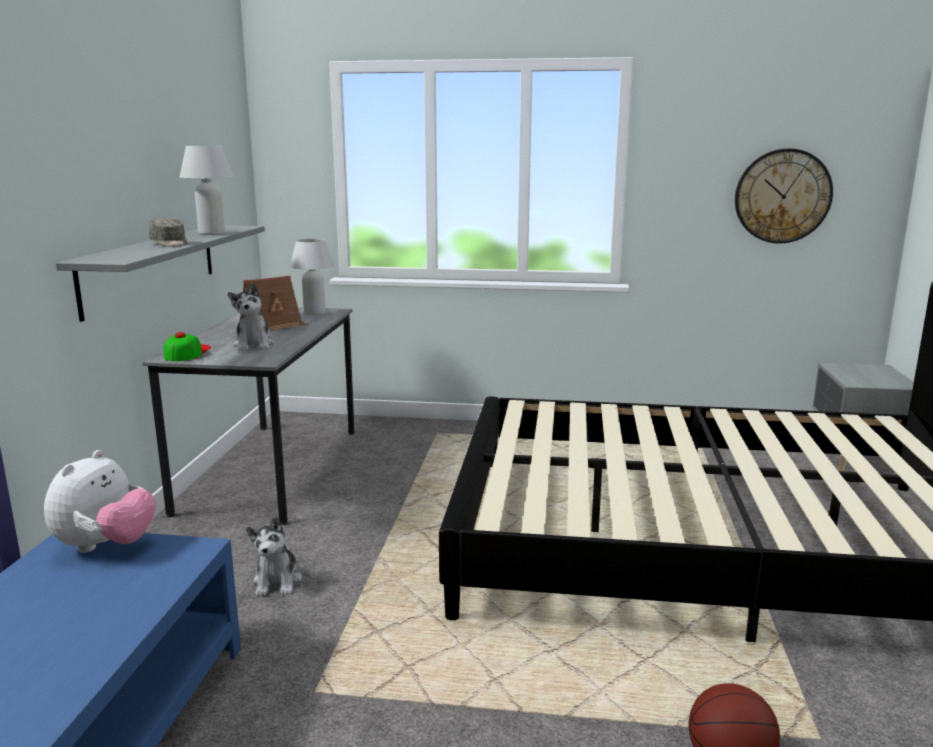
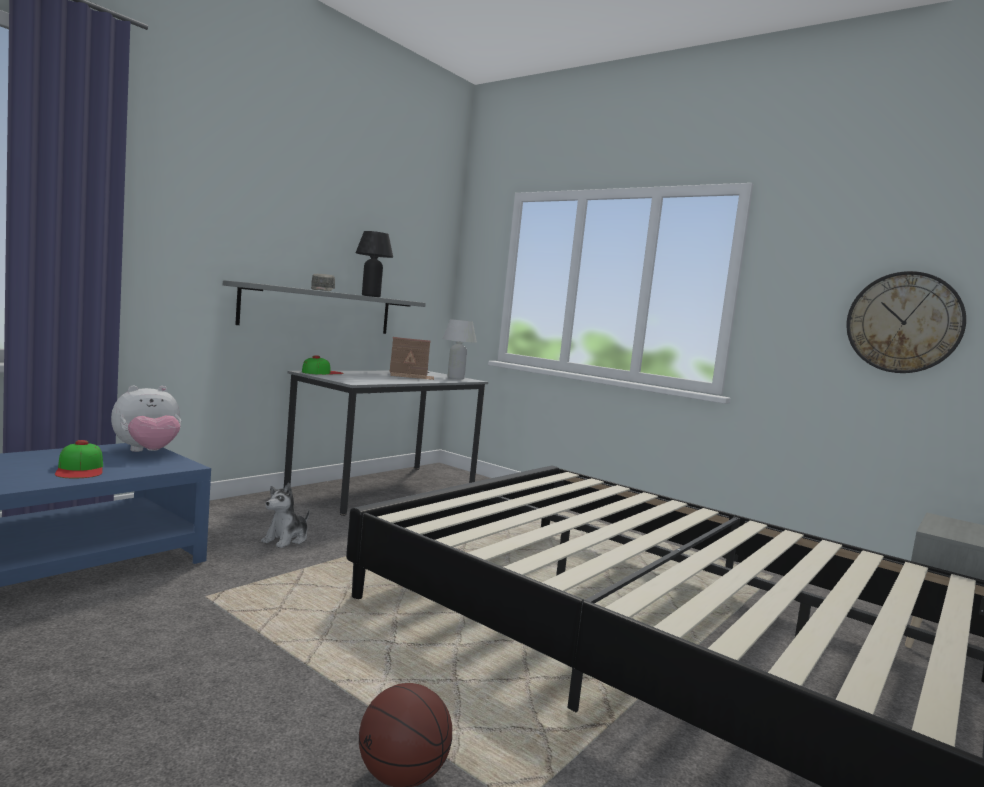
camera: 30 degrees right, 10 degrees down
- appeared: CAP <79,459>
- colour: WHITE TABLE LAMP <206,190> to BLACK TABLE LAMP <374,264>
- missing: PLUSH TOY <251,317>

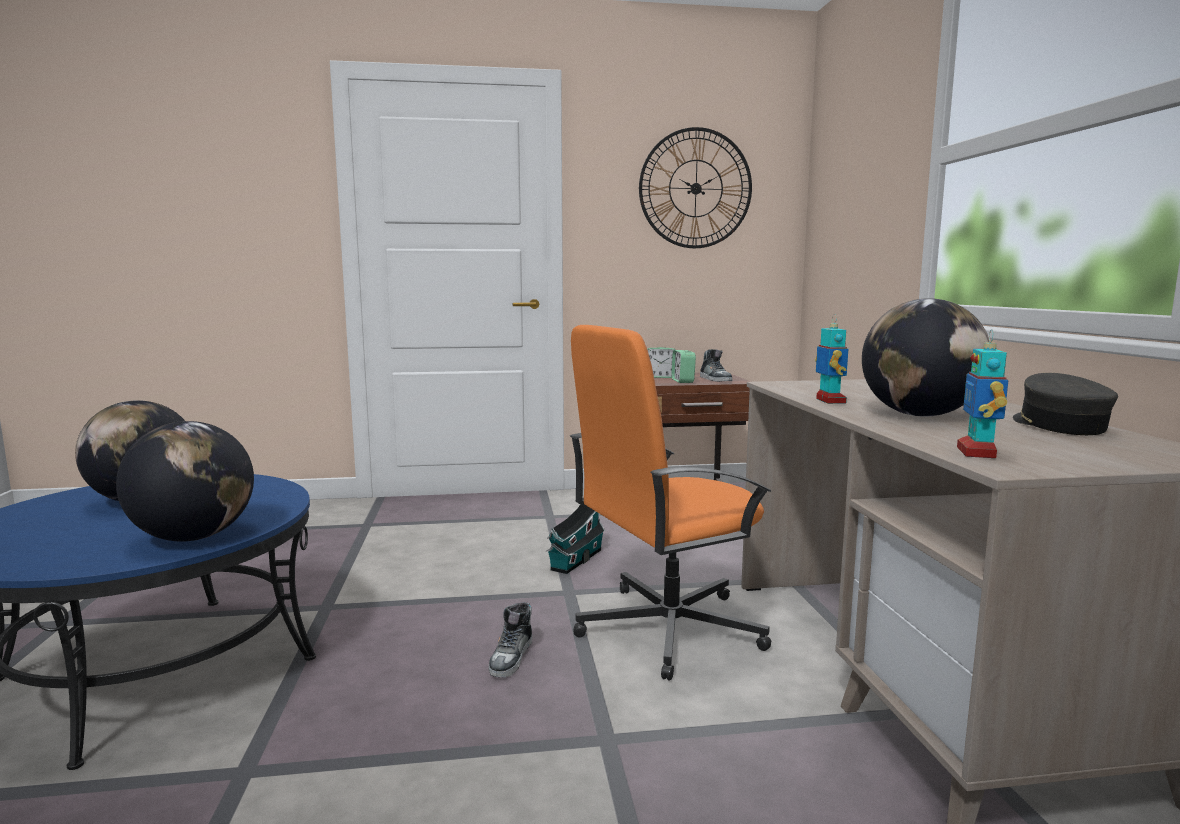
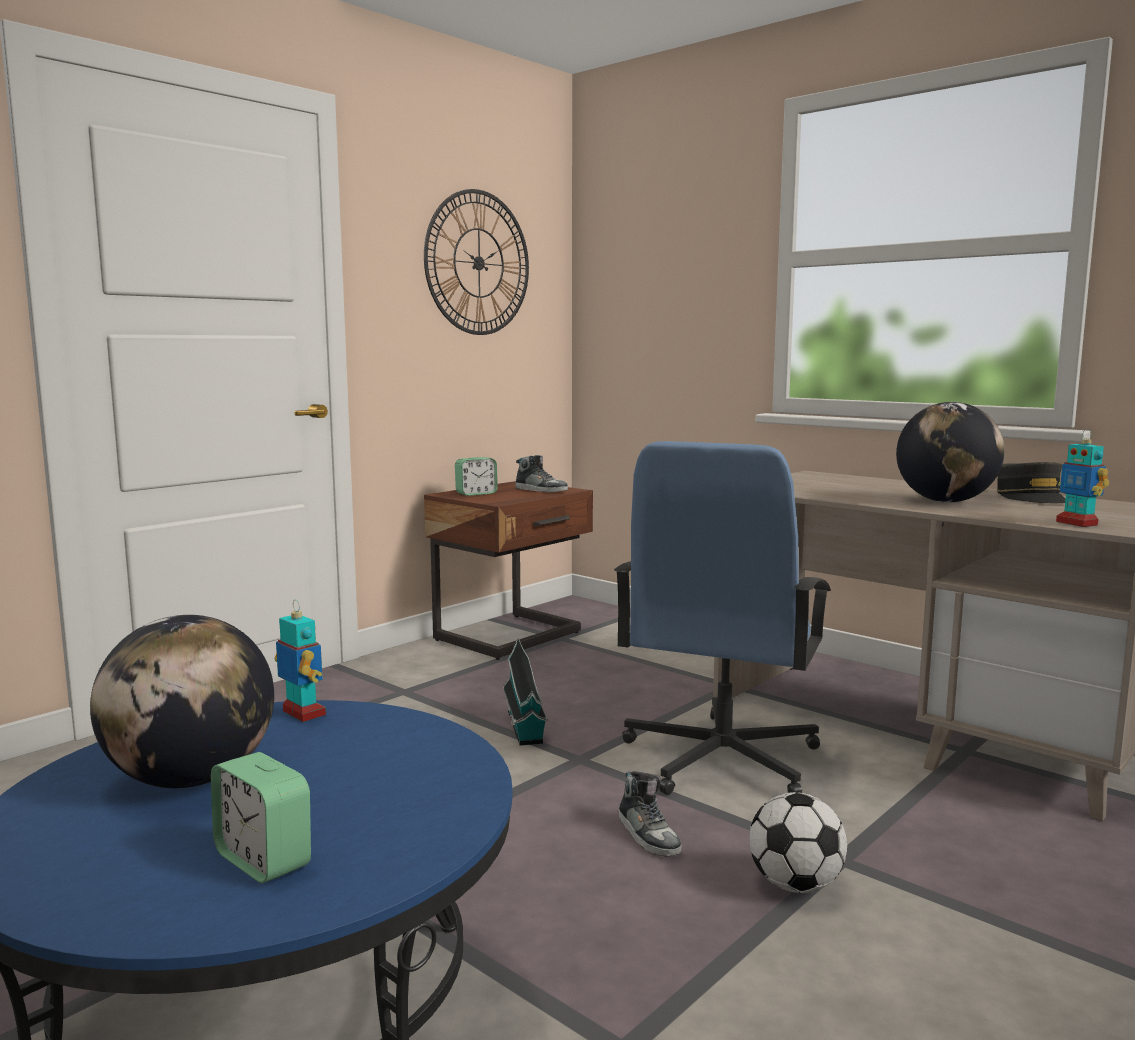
camera: 40 degrees left, 0 degrees up
- relocated: ALARM CLOCK <683,366> to <261,817>
- relocated: TOY ROBOT <831,359> to <300,661>
- colour: ORANGE OFFICE CHAIR <671,503> to BLUE OFFICE CHAIR <722,618>
- appeared: FOOTBALL <798,842>
- spun: GREY CAP <1065,404> = <1031,482> 150 degrees counterclockwise
- missing: GLOBE <185,481>

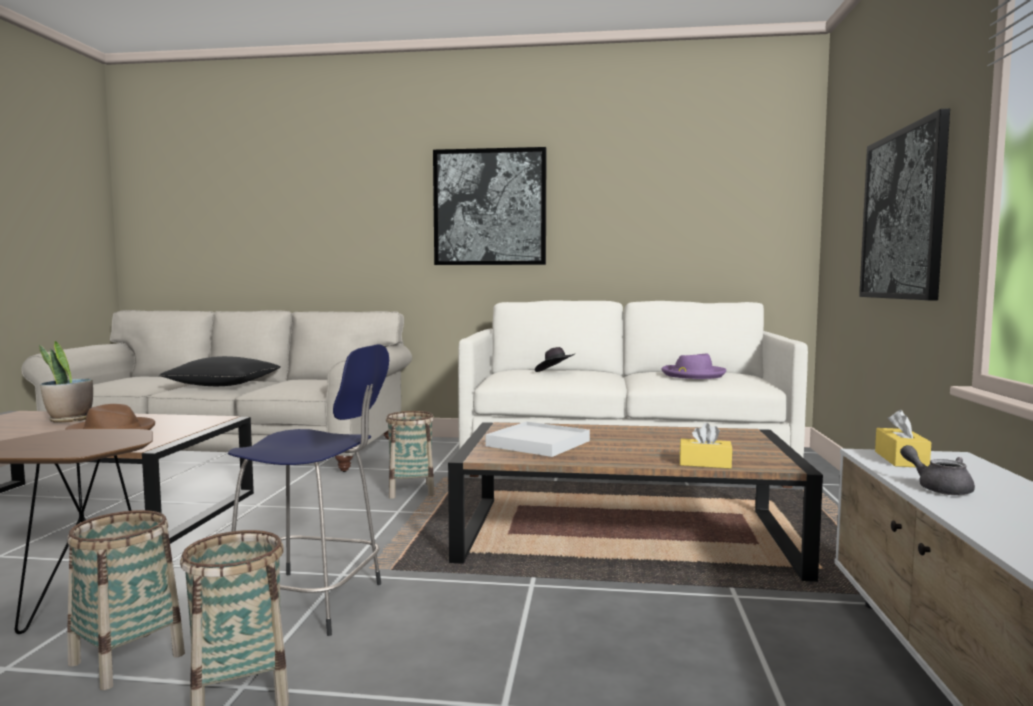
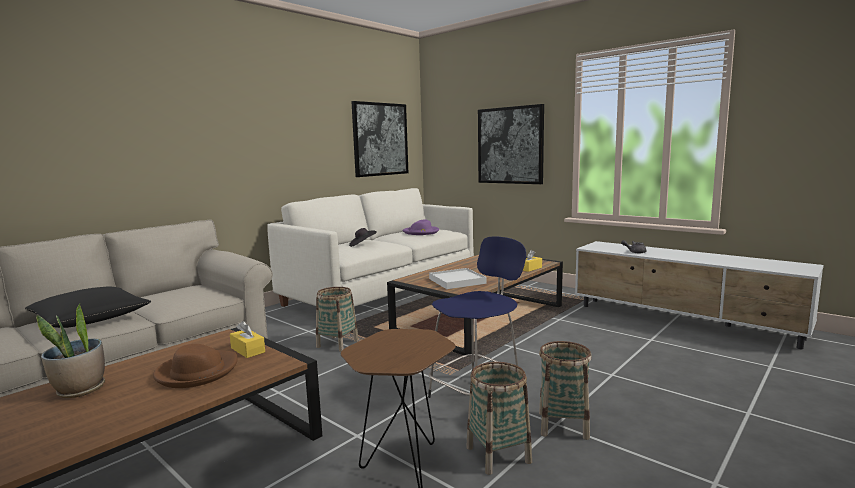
camera: 55 degrees left, 5 degrees up
- relocated: YELLOW TISSUE BOX <903,438> to <247,339>
- relocated: PICTURE <490,206> to <379,139>

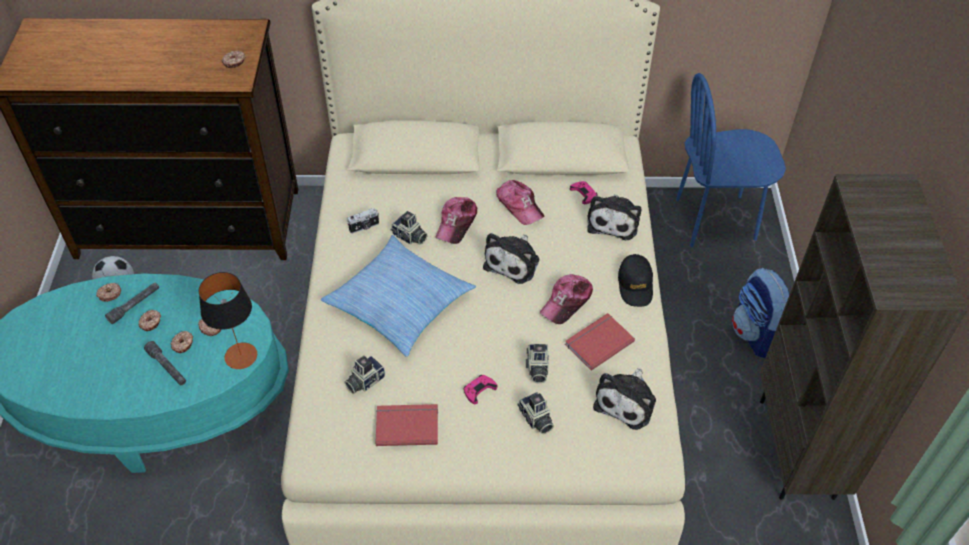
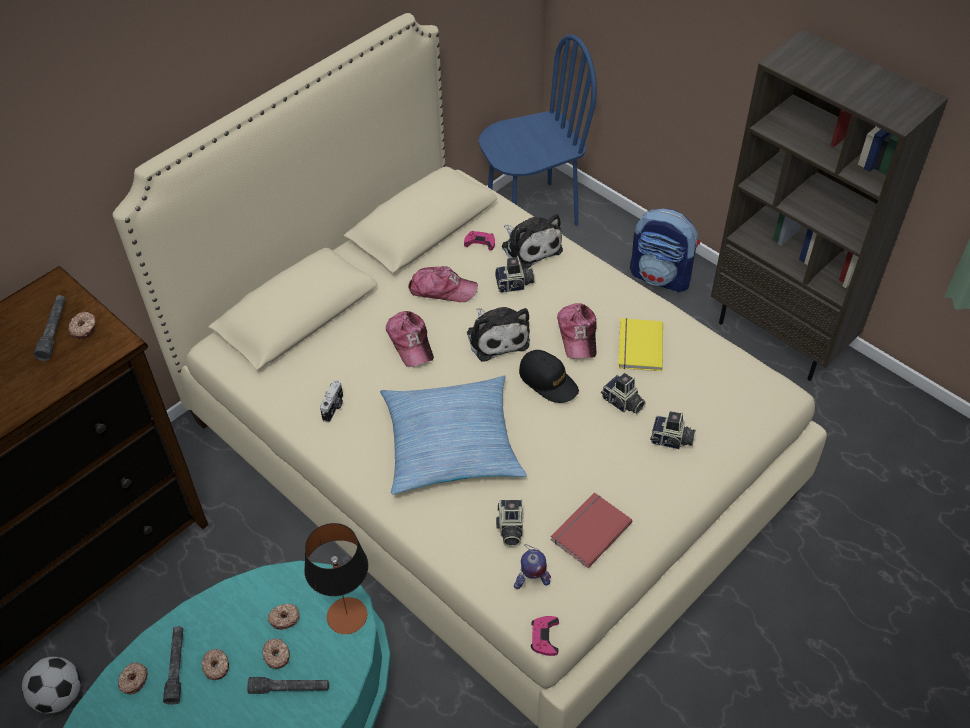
camera: 45 degrees left, 0 degrees up
- appeared: GREY FLASHLIGHT <50,328>
- spun: BLUE CHAIR <731,160> = <537,130> 150 degrees counterclockwise
- relocated: PHOTO CAMERA <408,228> to <515,274>
- appeared: TOY ROBOT <532,567>
- relocated: BLACK CAP <635,280> to <549,376>
- relocated: PINK GAME CONTROLLER <480,389> to <545,636>
- colour: RED BOOK <600,342> to YELLOW BOOK <640,344>
- missing: PLUSH TOY <624,399>

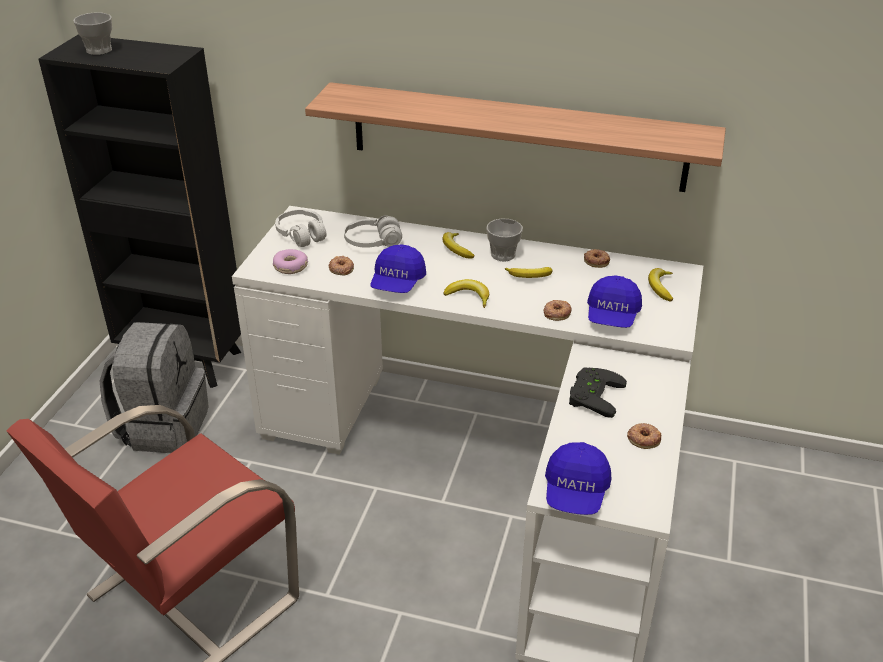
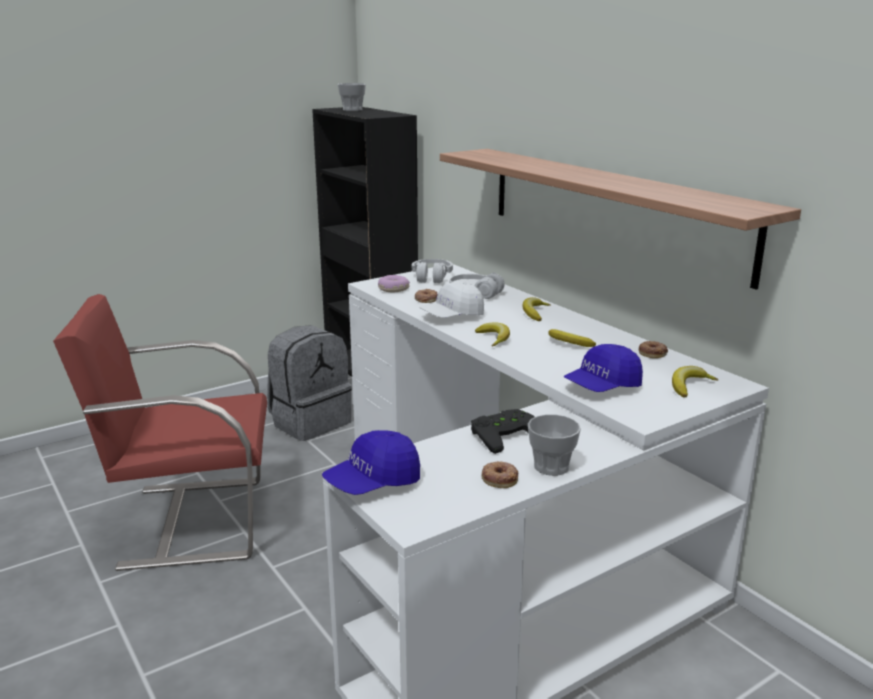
camera: 40 degrees right, 15 degrees down
- colour: BLUE CAP <398,268> to WHITE CAP <451,300>
- relocated: CUP <504,240> to <554,445>
- missing: DONUT <557,310>

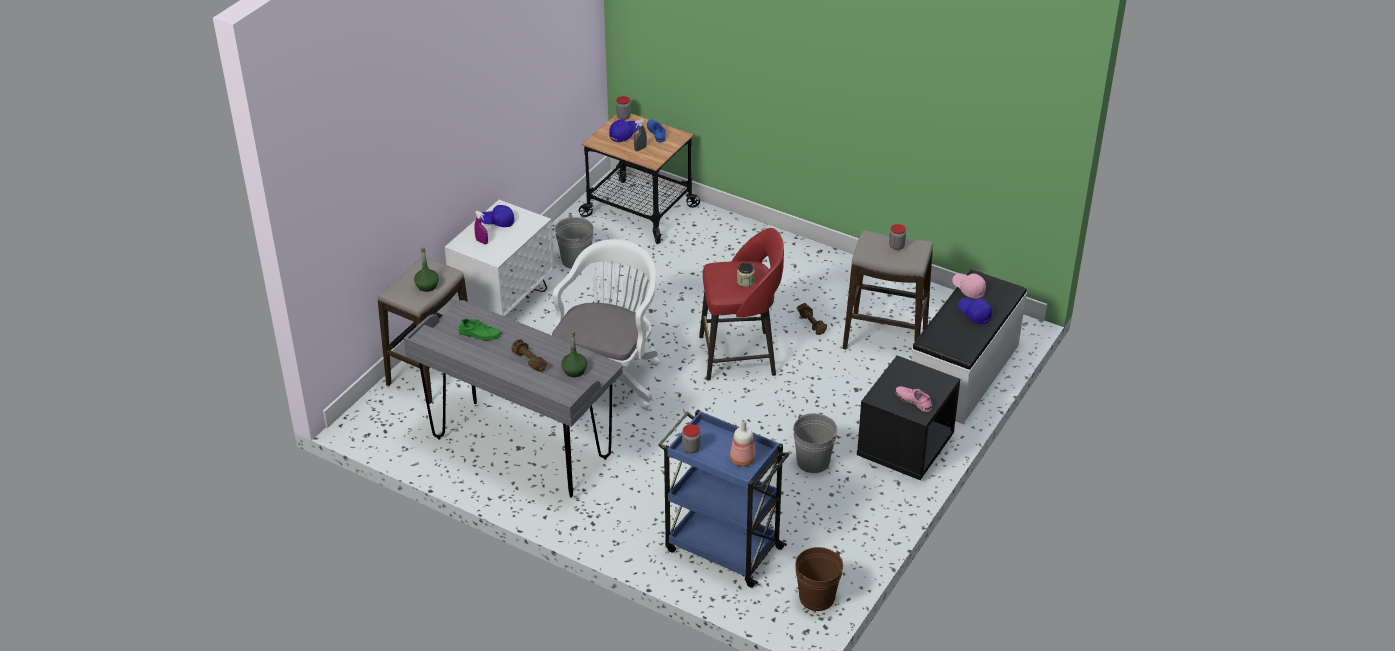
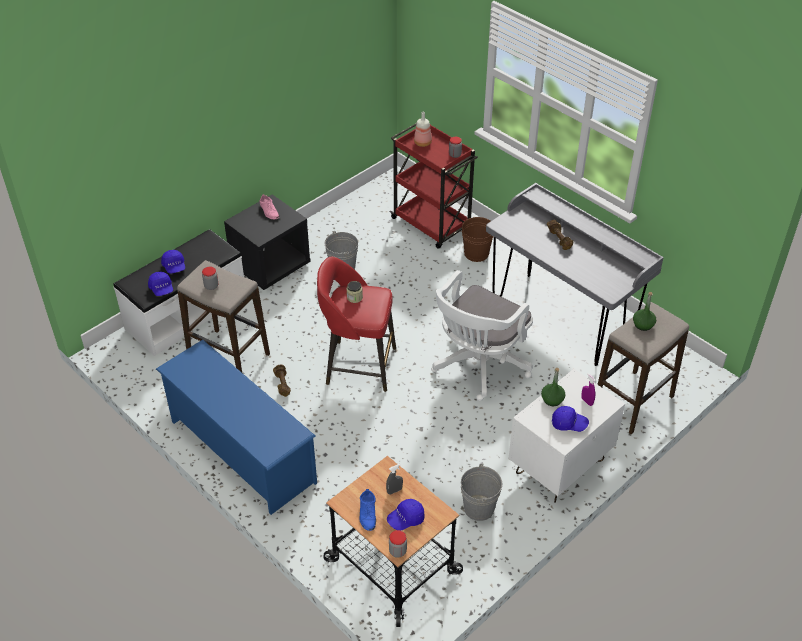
camera: 165 degrees left, 5 degrees up
- colour: PINK CAP <969,286> to BLUE CAP <160,284>
- appeared: BLUE SHOE RACK <236,427>
- colour: BLUE CART <724,499> to RED CART <434,186>
- relocated: BROWN BUCKET <819,579> to <476,239>
- relocated: GREEN BOTTLE <574,354> to <553,387>
- missing: GREEN SHOE <480,329>

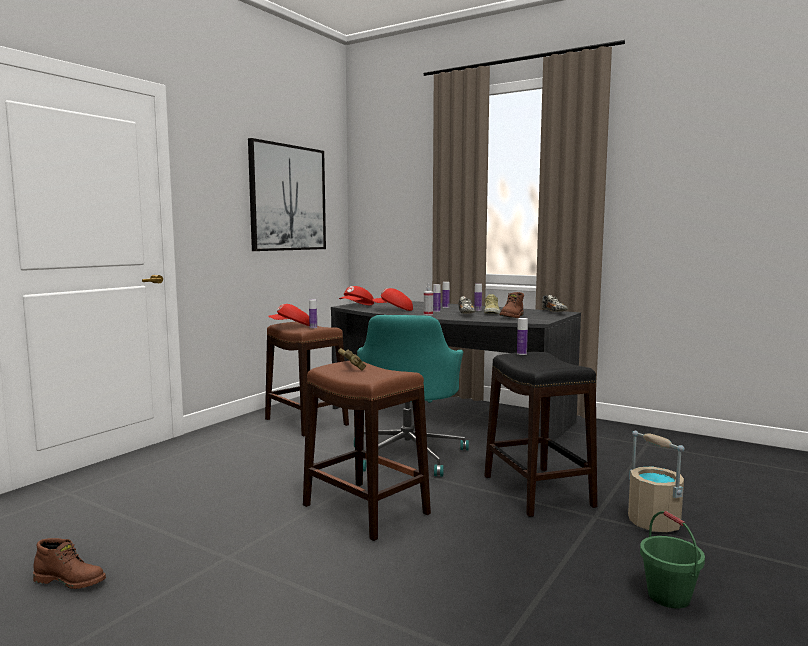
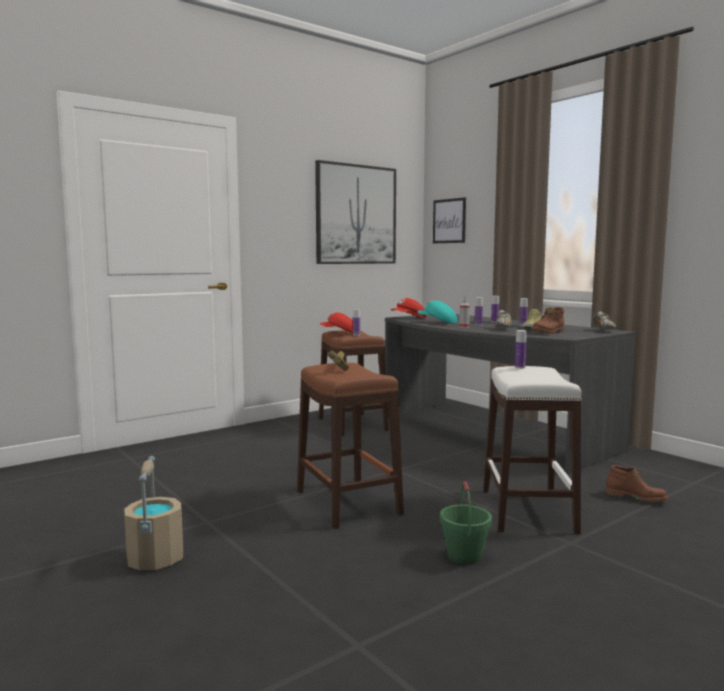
camera: 20 degrees right, 0 degrees up
- relocated: BEIGE BUCKET <656,481> to <153,513>
- colour: RED CAP <392,299> to TURQUOISE CAP <437,312>
- appeared: PICTURE <449,220>
- relocated: GREEN BUCKET <672,560> to <466,522>
- colour: BLACK STOOL <540,434> to WHITE STOOL <532,450>
- relocated: BROWN BOOT <69,563> to <637,483>
- missing: TURQUOISE OFFICE CHAIR <411,395>

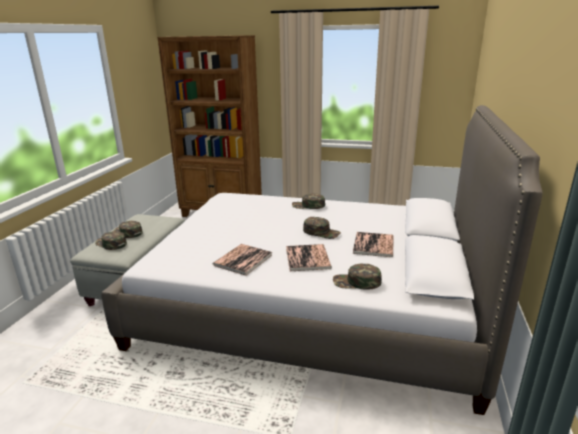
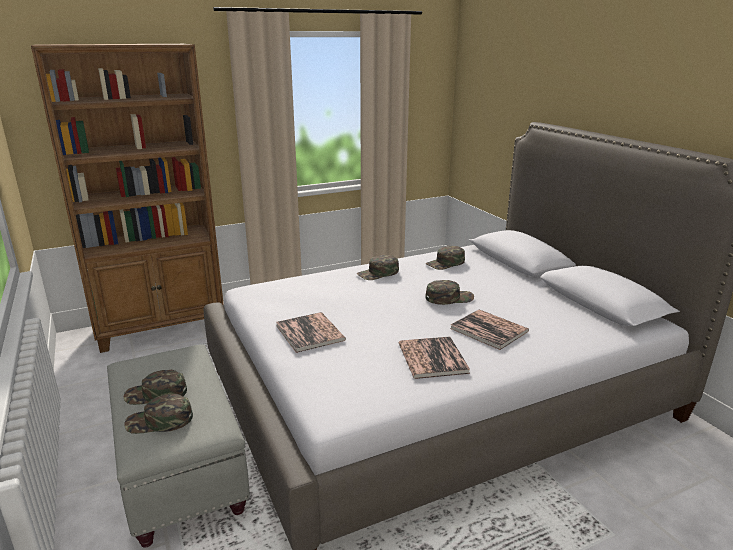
camera: 40 degrees left, 0 degrees up
- relocated: BOOK <373,244> to <311,332>
- relocated: GREEN CAP <357,276> to <445,258>

